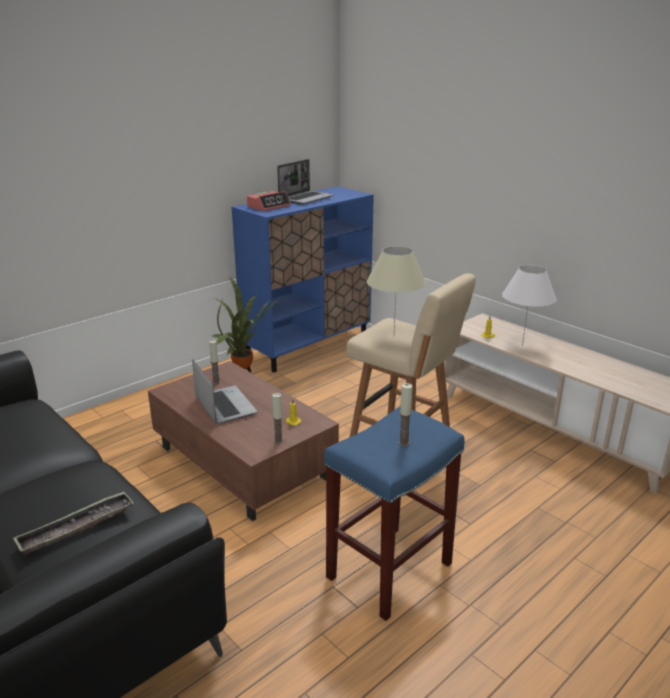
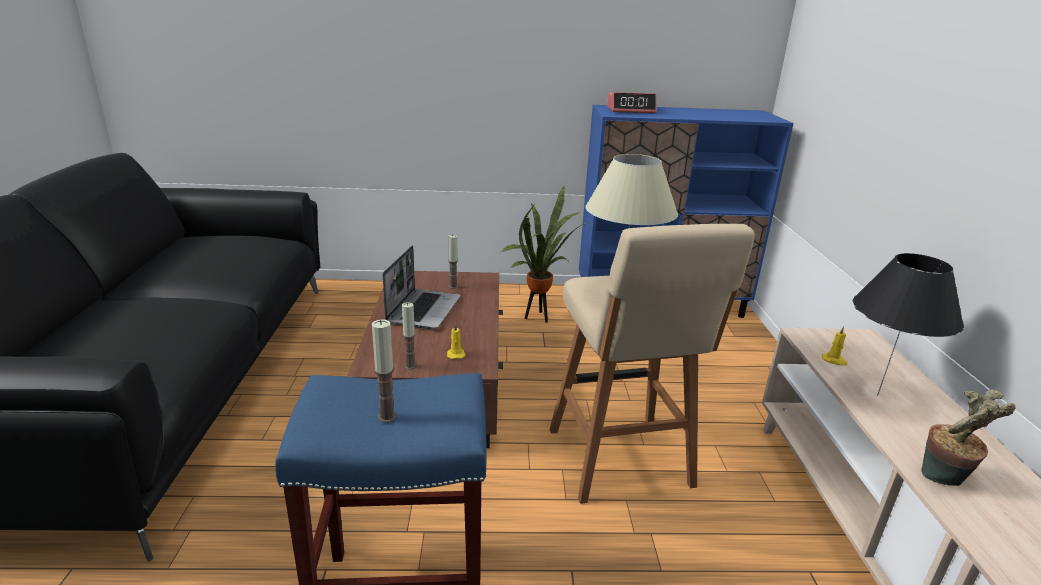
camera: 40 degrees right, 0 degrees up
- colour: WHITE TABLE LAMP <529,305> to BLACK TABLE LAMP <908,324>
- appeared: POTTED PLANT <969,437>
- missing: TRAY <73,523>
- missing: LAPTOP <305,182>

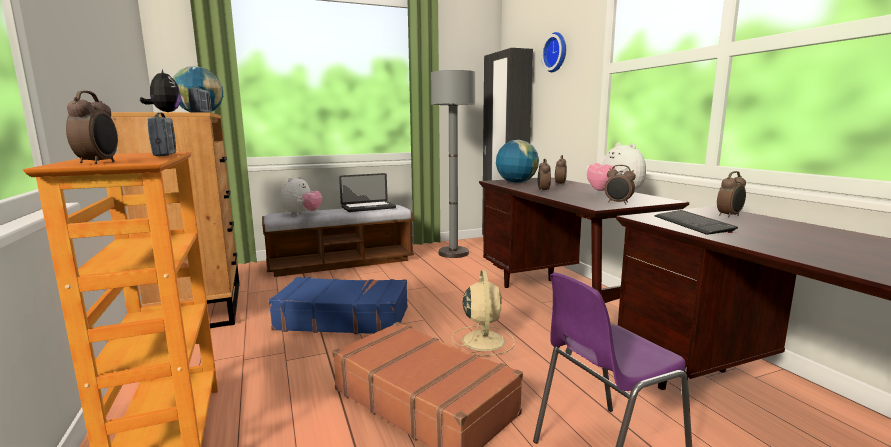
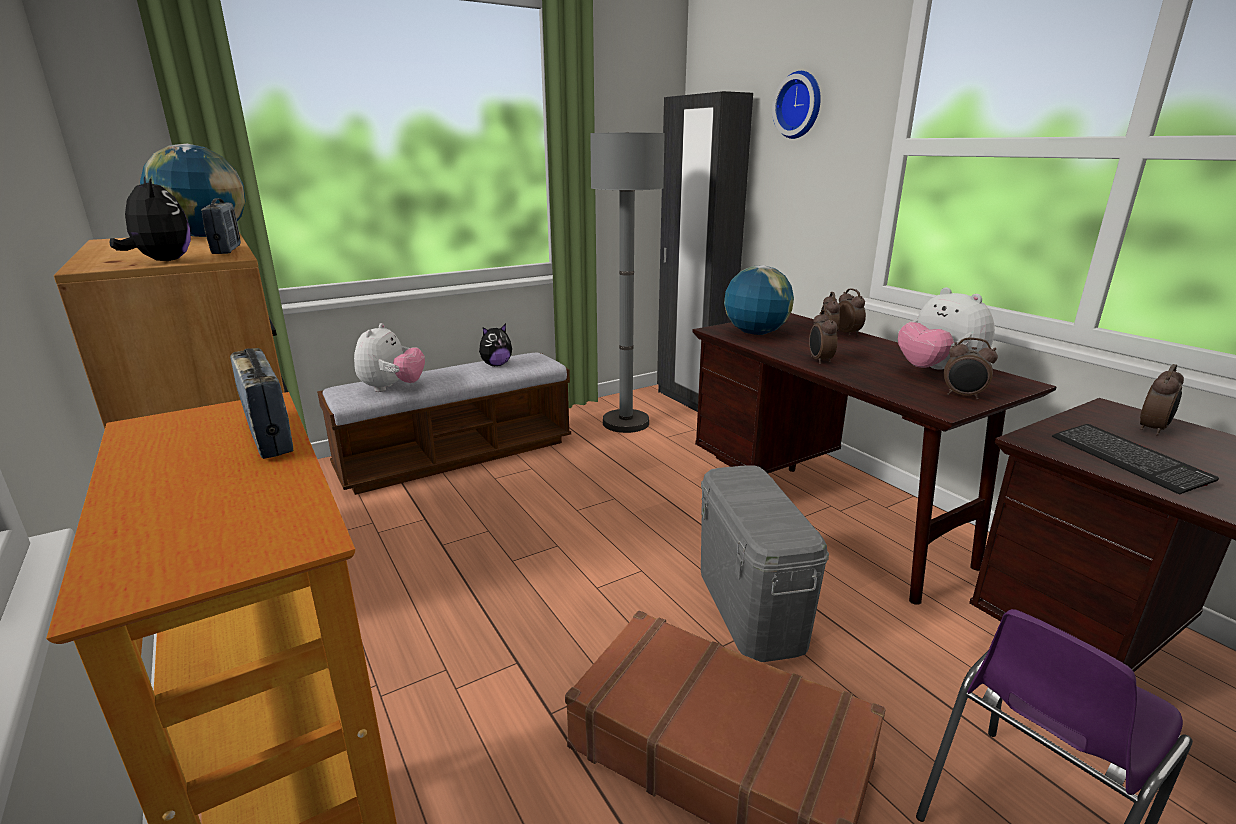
camera: 10 degrees left, 10 degrees up
- exchanged: LAPTOP <367,192> to PLUSH TOY <495,345>
- exchanged: BEIGE FAN <483,313> to GREY STORAGE BOX <765,563>
- relocated: ALARM CLOCK <92,127> to <852,312>
- missing: BLUE SUITCASE <338,305>

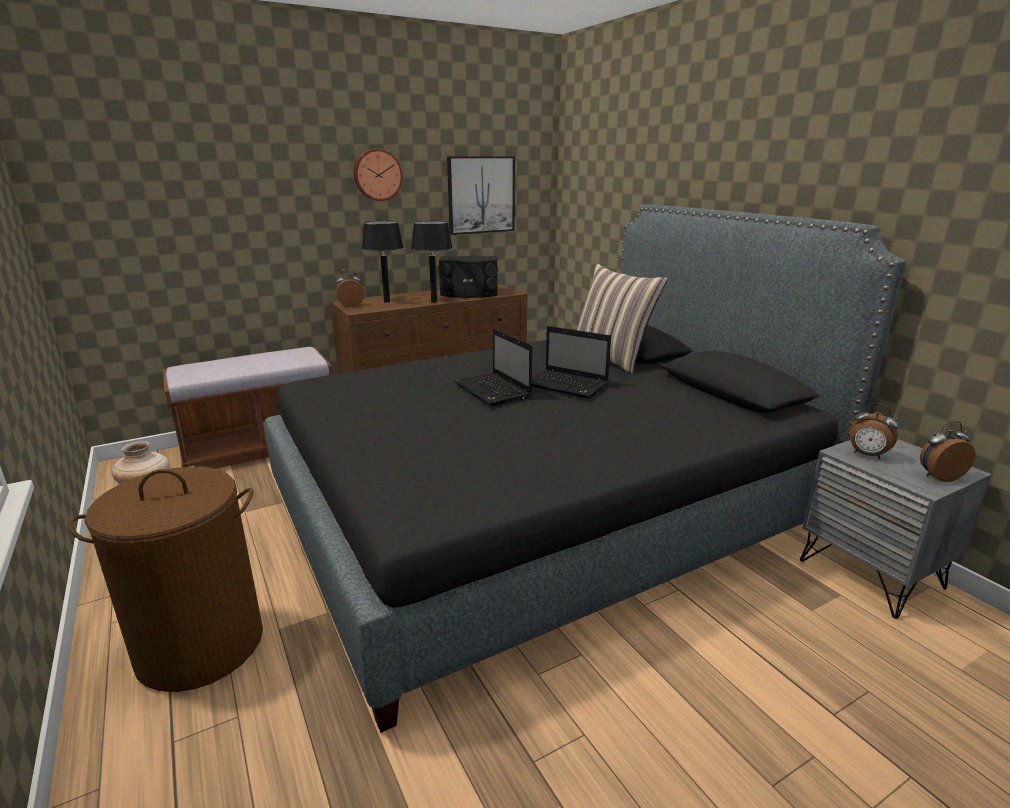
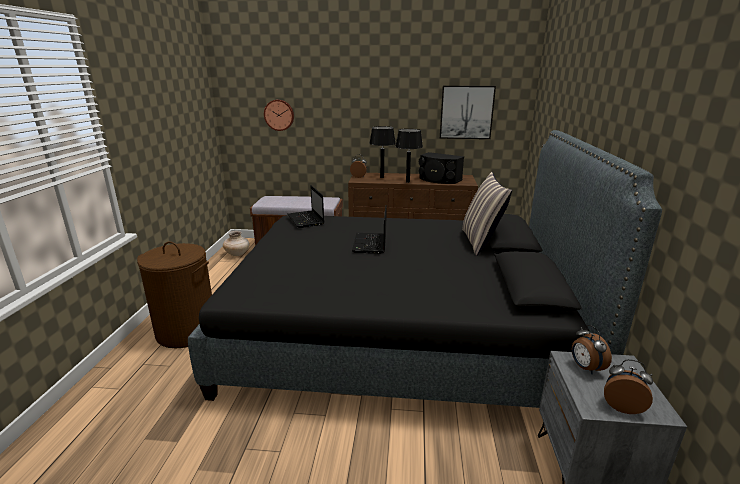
camera: 35 degrees right, 0 degrees up
- relocated: WALL CLOCK <378,175> to <279,115>
- relocated: LAPTOP <571,362> to <305,206>

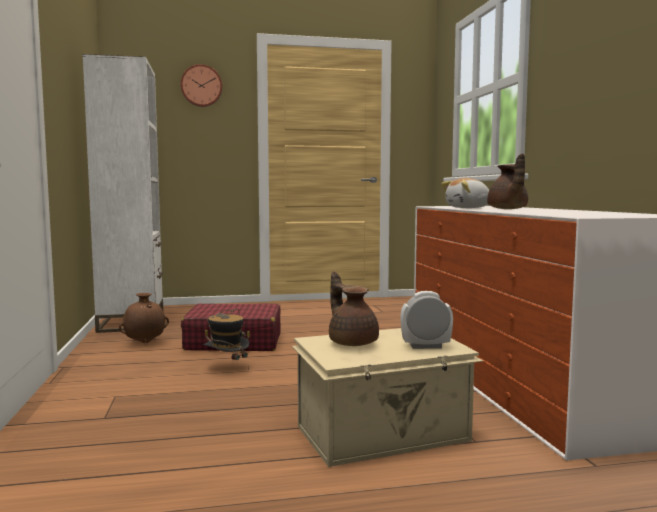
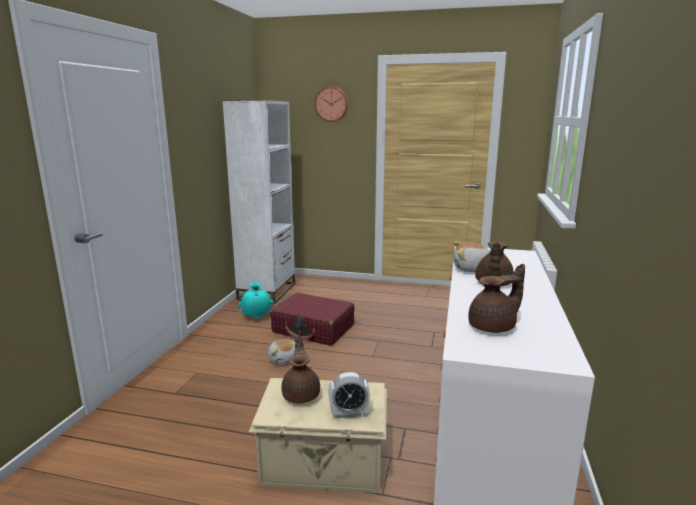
camera: 25 degrees right, 10 degrees up
- colour: BROWN VASE <144,318> to TURQUOISE VASE <256,301>
- exchanged: HAT <226,340> to PLUSH TOY <281,352>
- spun: ALARM CLOCK <426,320> = <349,395> 150 degrees clockwise
- appeared: BROWN TEAPOT <496,298>

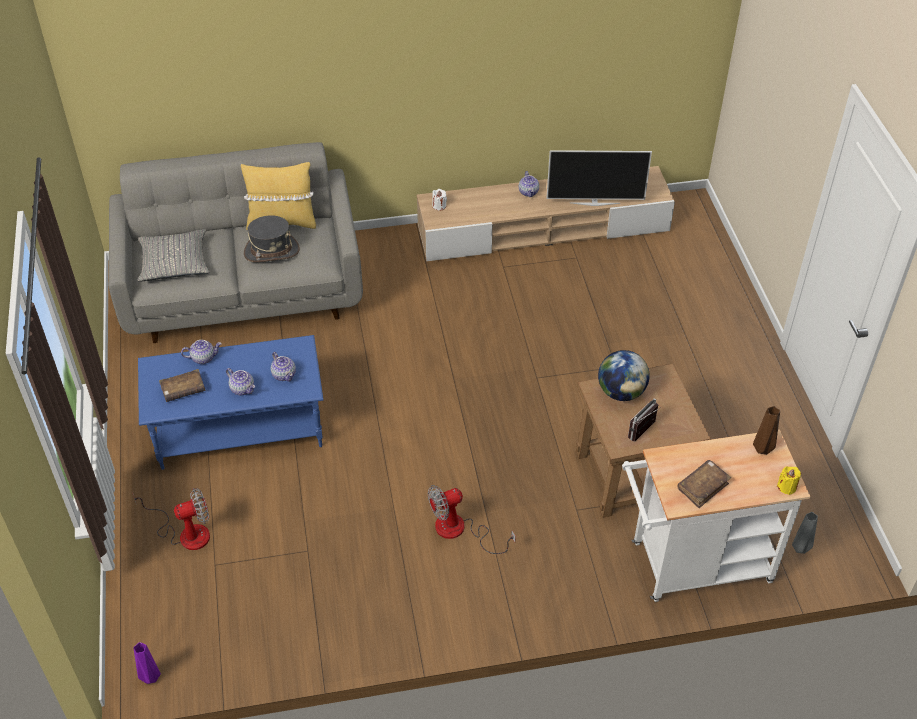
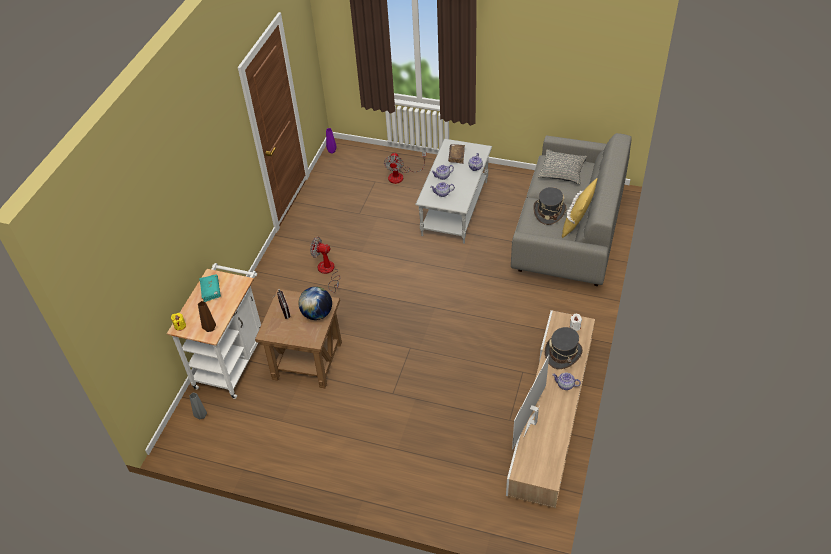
camera: 120 degrees right, 0 degrees up
- colour: BROWN BOOK <704,484> to TURQUOISE BOOK <210,288>
- spun: FAN <472,519> = <325,265> 75 degrees counterclockwise
- colour: BLUE COFFEE TABLE <231,402> to GREY COFFEE TABLE <453,191>
- appeared: GREY HAT <564,348>

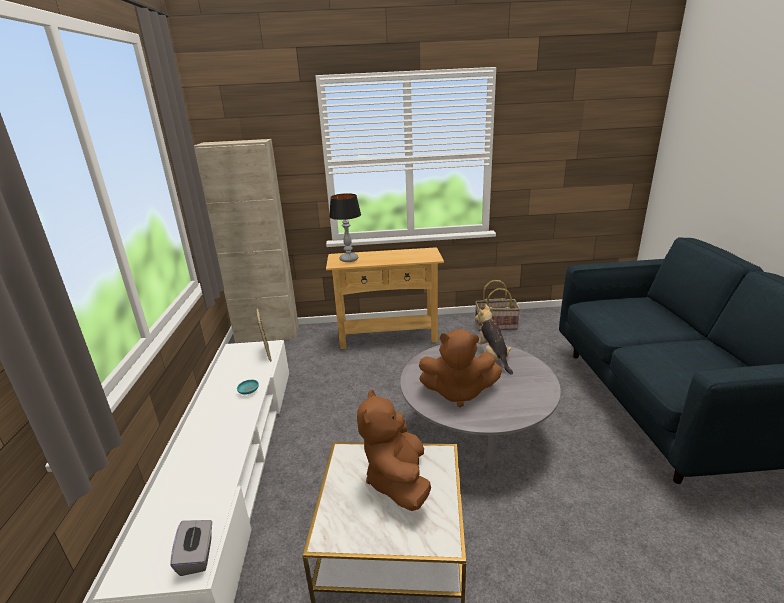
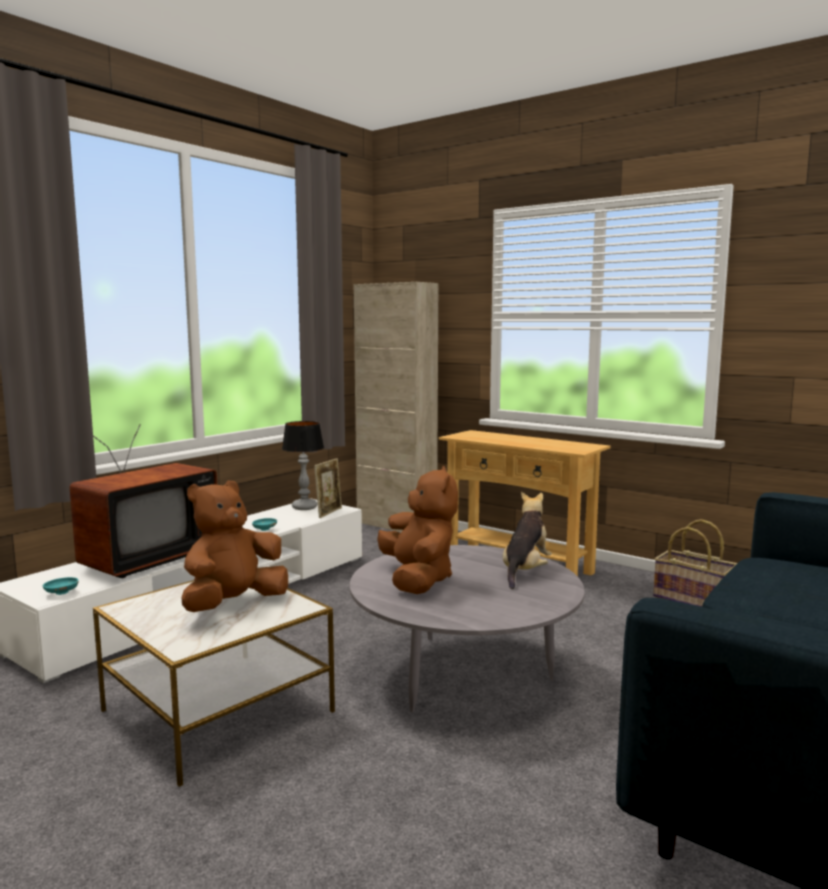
camera: 40 degrees right, 15 degrees down
- exchanged: GREY TISSUE BOX <191,548> to TURQUOISE BOWL <61,586>
- appeared: TELEVISION <143,501>
- relocated: TABLE LAMP <345,227> to <303,465>
- spun: BROWN PLUSH TOY <460,368> = <417,530> 150 degrees counterclockwise

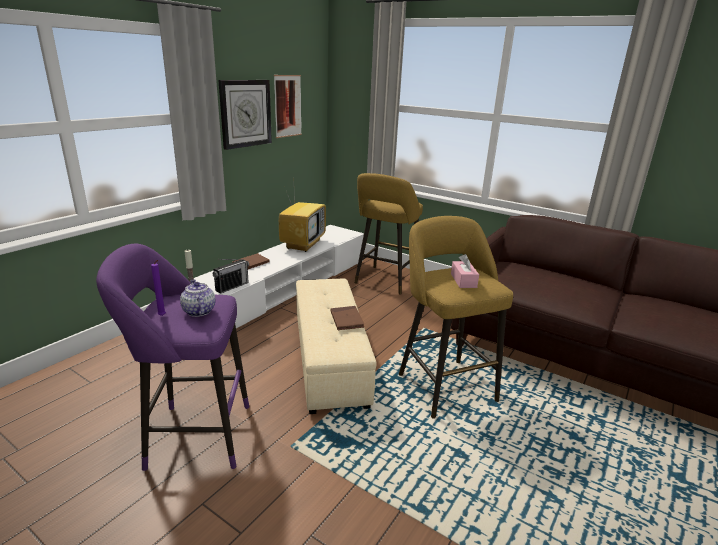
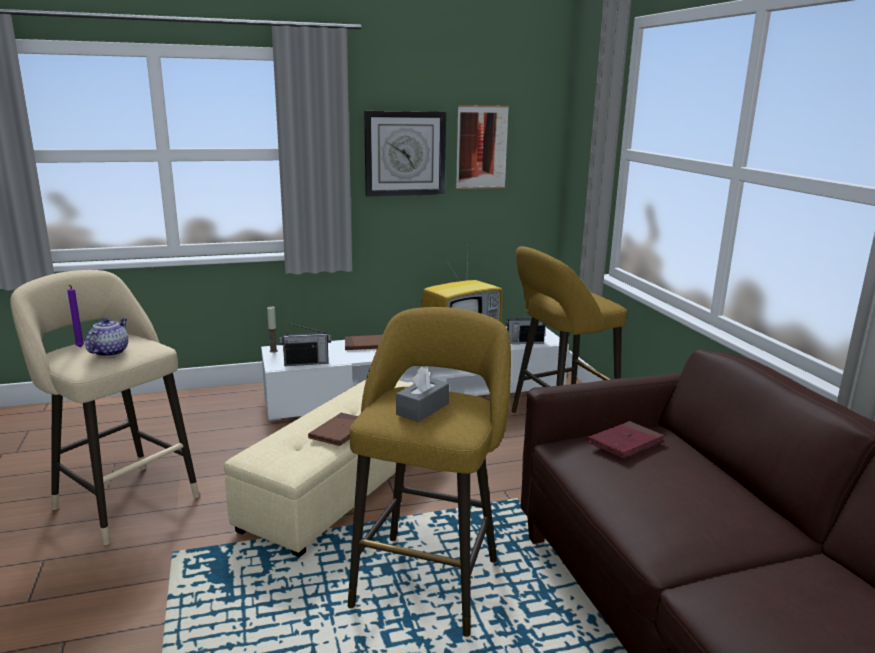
camera: 40 degrees right, 5 degrees down
- colour: PURPLE STOOL <172,357> to BEIGE STOOL <105,407>
- colour: PINK TISSUE BOX <465,271> to GREY TISSUE BOX <422,394>
- appeared: RADIO <525,329>
- appeared: RED BOOK <626,440>

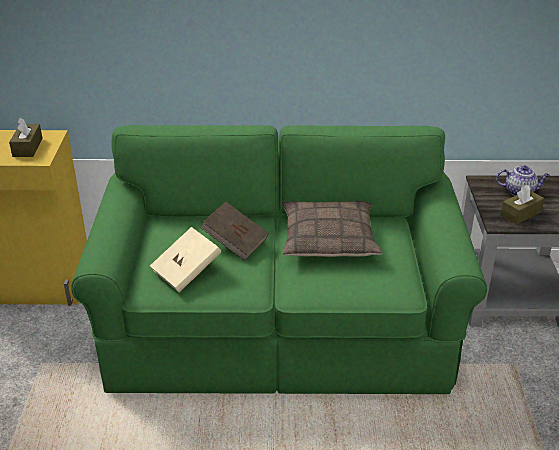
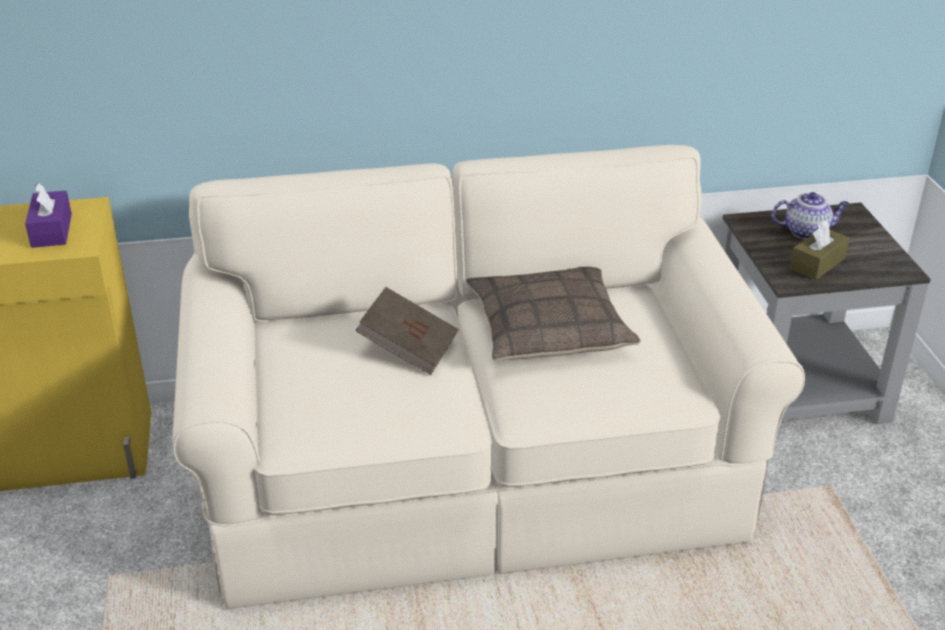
camera: 10 degrees left, 0 degrees up
- colour: BROWN TISSUE BOX <26,137> to PURPLE TISSUE BOX <48,215>
- colour: GREEN SOFA <279,259> to BEIGE SOFA <488,377>
- missing: BEIGE BOOK <185,259>

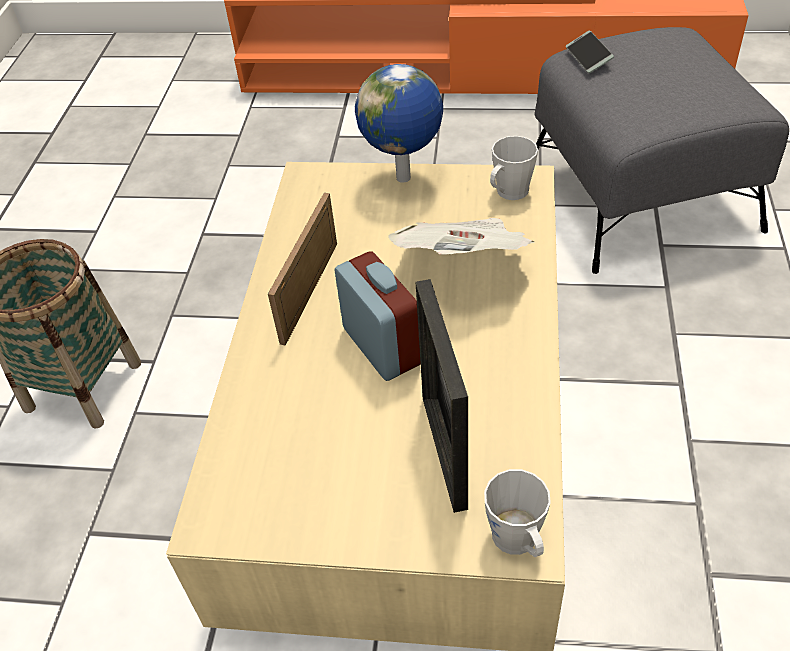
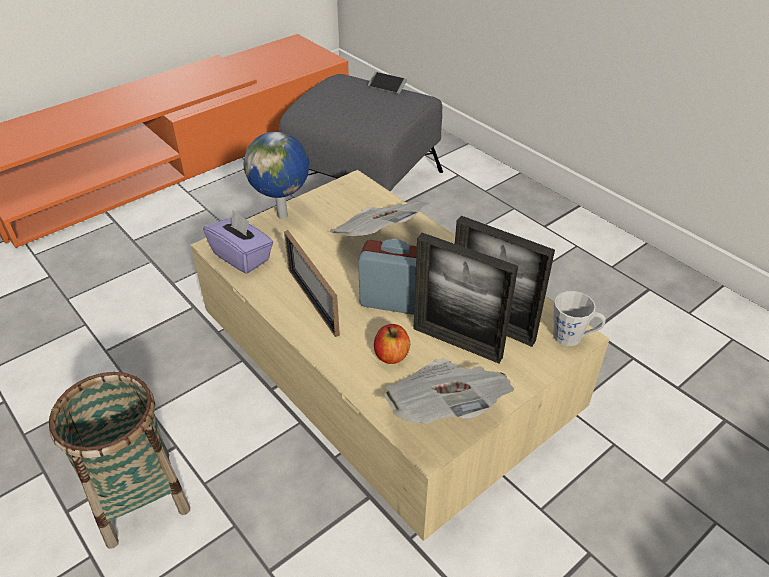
camera: 50 degrees left, 5 degrees down
- appeared: PURPLE TISSUE BOX <238,242>
- relocated: PHONE <590,52> to <387,83>
- appeared: APPLE <392,344>
- appeared: NEWSPAPER <448,391>
- appeared: PICTURE FRAME <465,298>
- missing: GREY MUG <514,168>

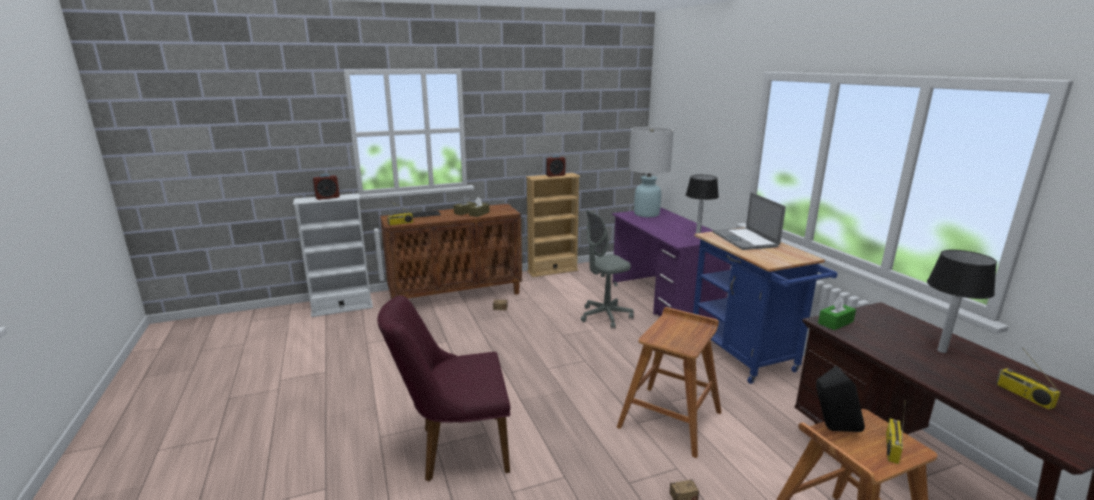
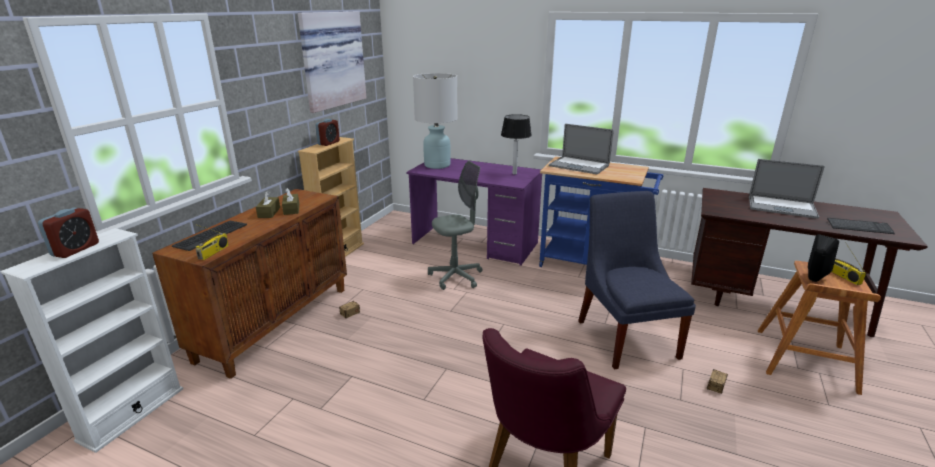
camera: 45 degrees left, 5 degrees up
- appeared: PICTURE <332,62>
- spun: GREY OFFICE CHAIR <607,269> = <455,225> 135 degrees counterclockwise
- exchanged: BROWN STOOL <669,382> to BLUE CHAIR <637,280>
- exchanged: TABLE LAMP <962,301> to LAPTOP <786,189>
- appeared: KEYBOARD <861,226>
- missing: GREEN TISSUE BOX <837,313>
- missing: RADIO <1028,379>

